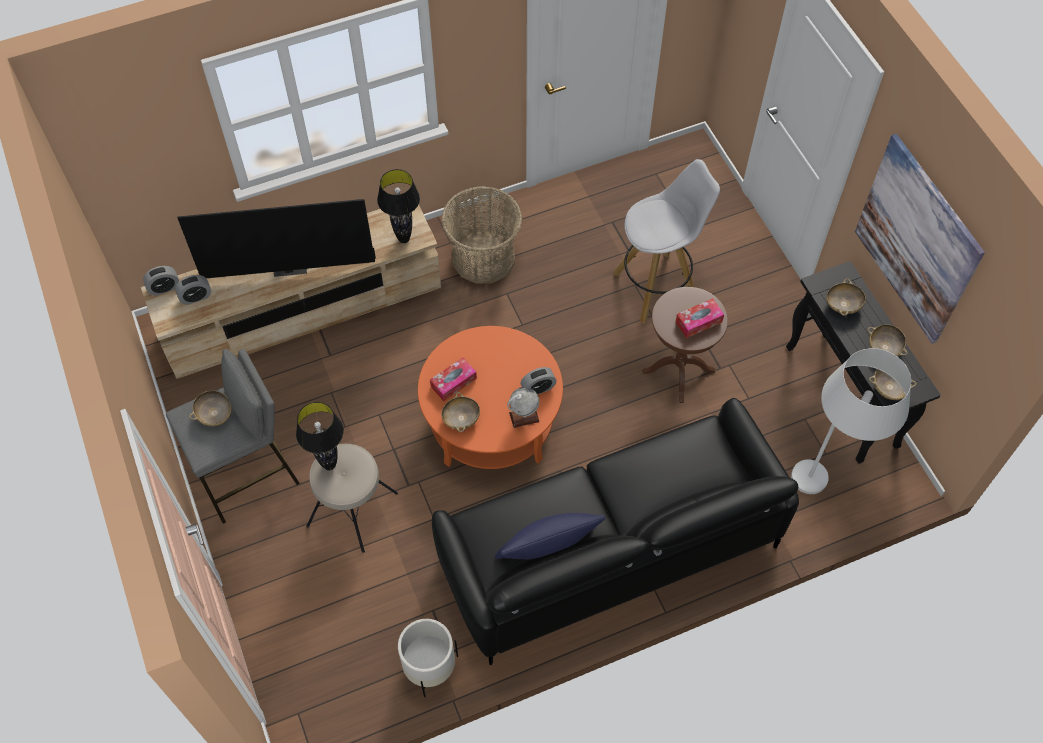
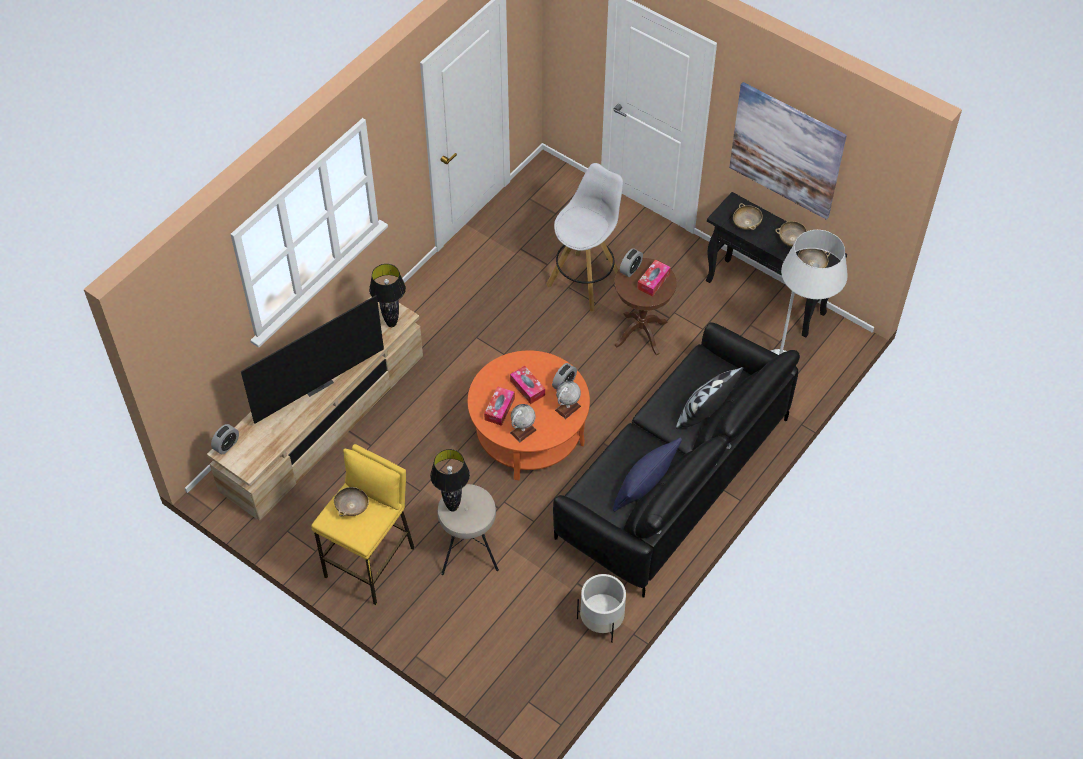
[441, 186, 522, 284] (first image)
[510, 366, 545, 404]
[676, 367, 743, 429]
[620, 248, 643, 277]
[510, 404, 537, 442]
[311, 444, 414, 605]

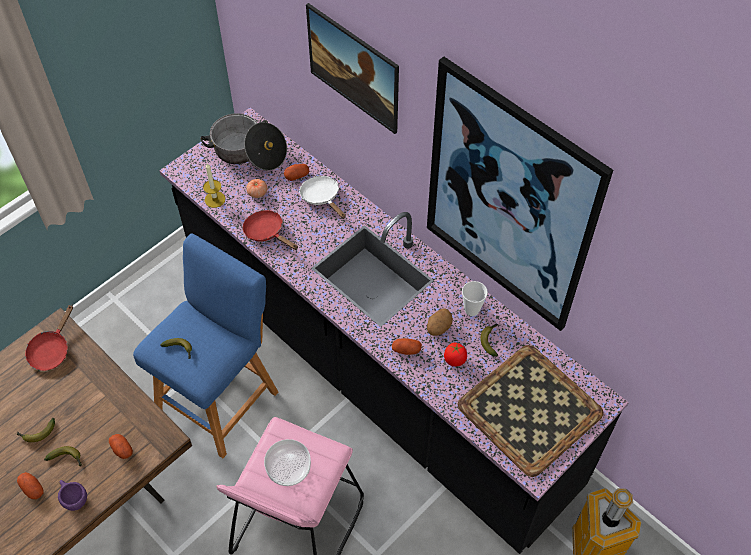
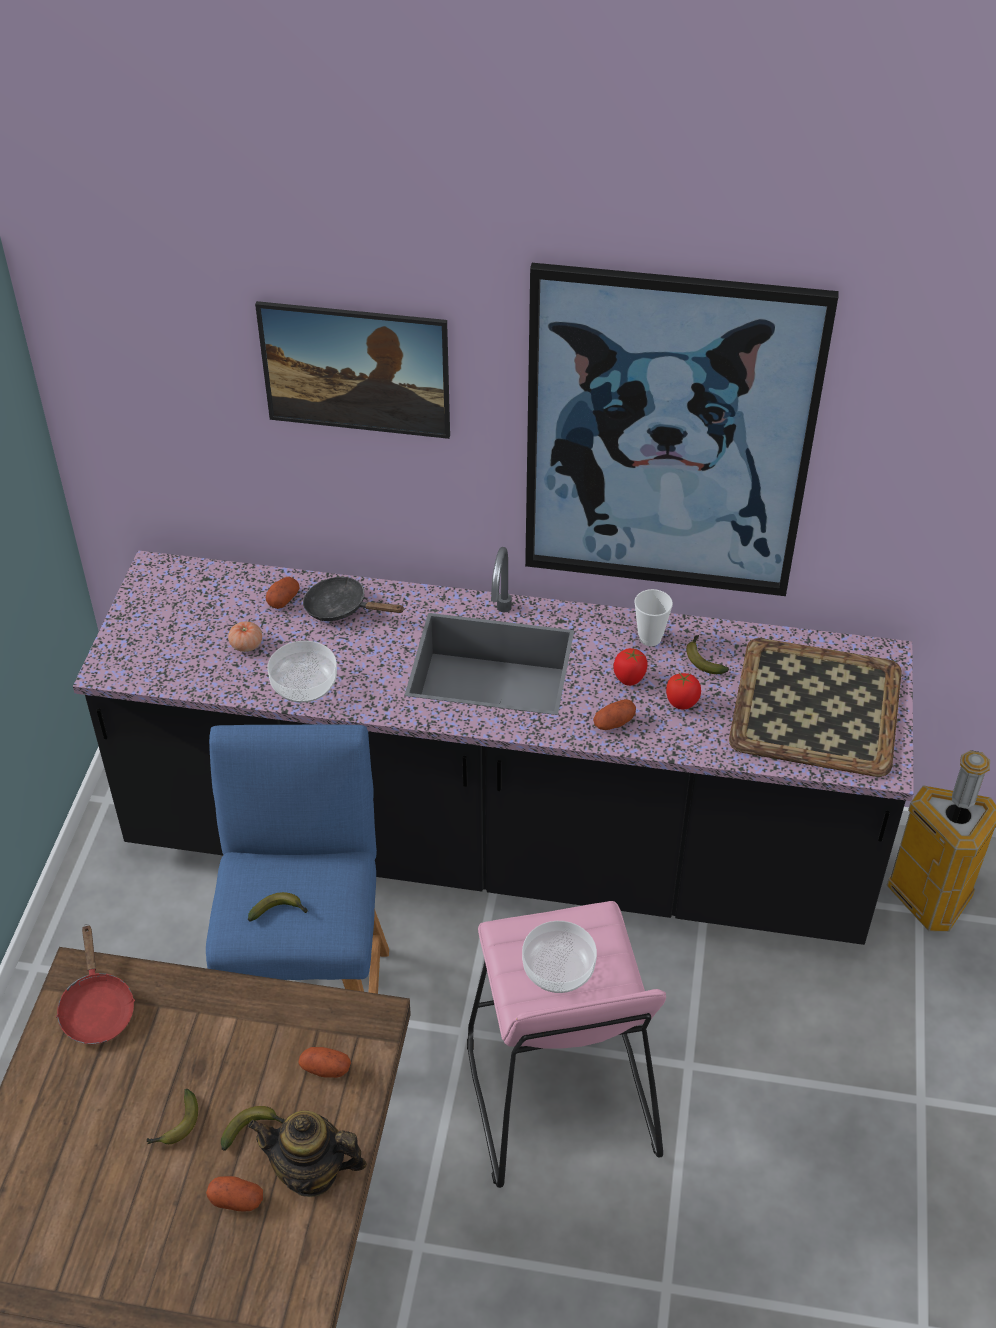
[200, 113, 287, 170] (first image)
[203, 163, 226, 208] (first image)
[248, 1111, 367, 1197]
[267, 641, 337, 703]
[613, 648, 648, 686]
[303, 576, 405, 621]

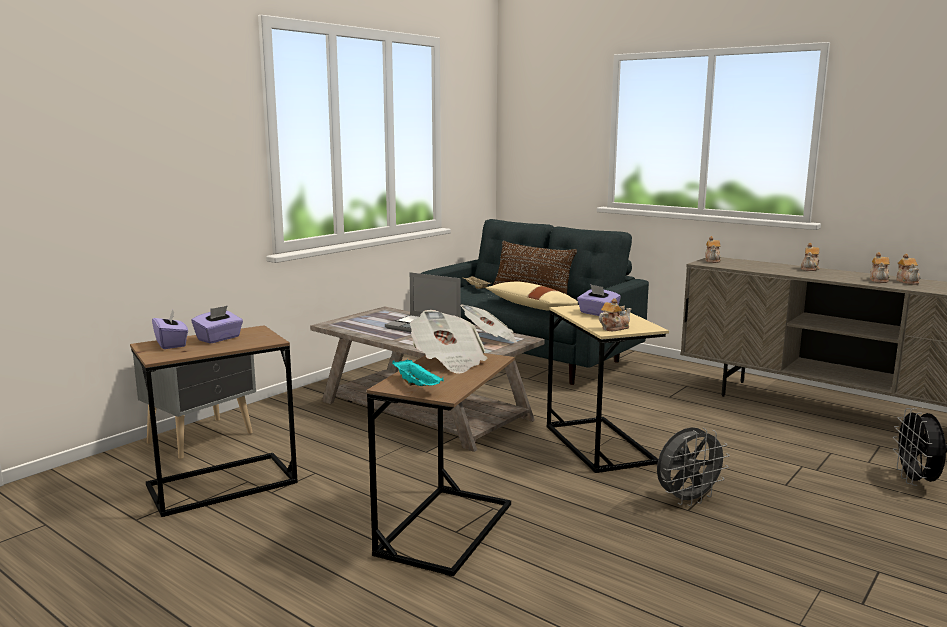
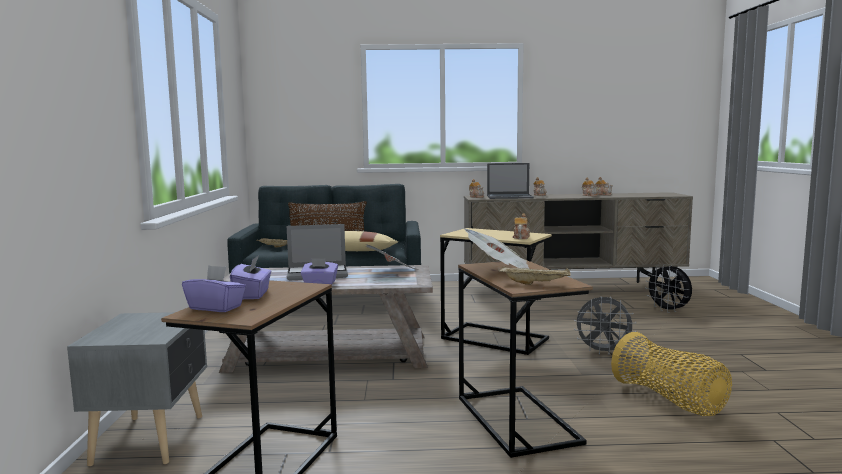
[487, 163, 534, 199]
[611, 332, 732, 416]
[301, 258, 338, 284]
[499, 266, 571, 285]
[574, 297, 637, 355]

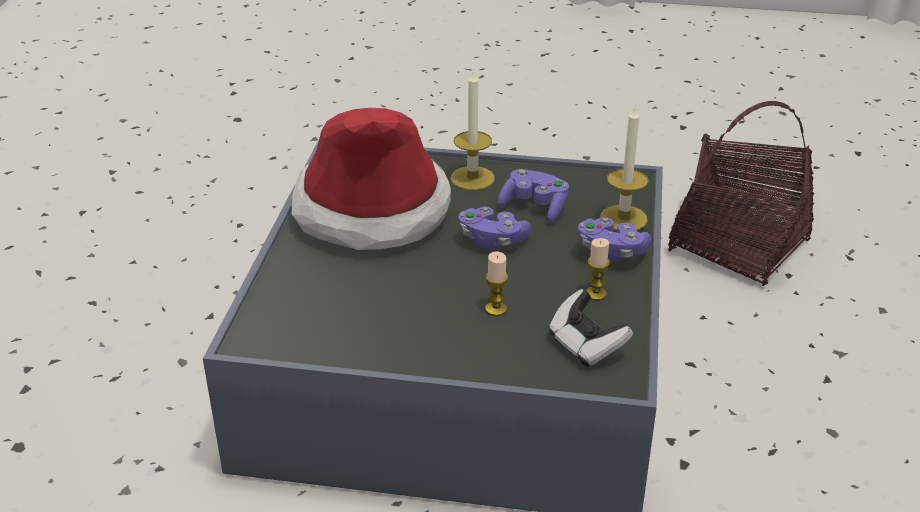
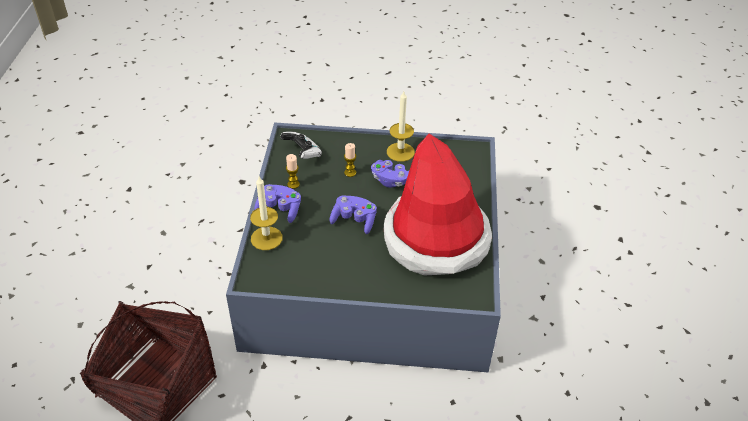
[387, 91, 415, 162]
[371, 160, 409, 188]

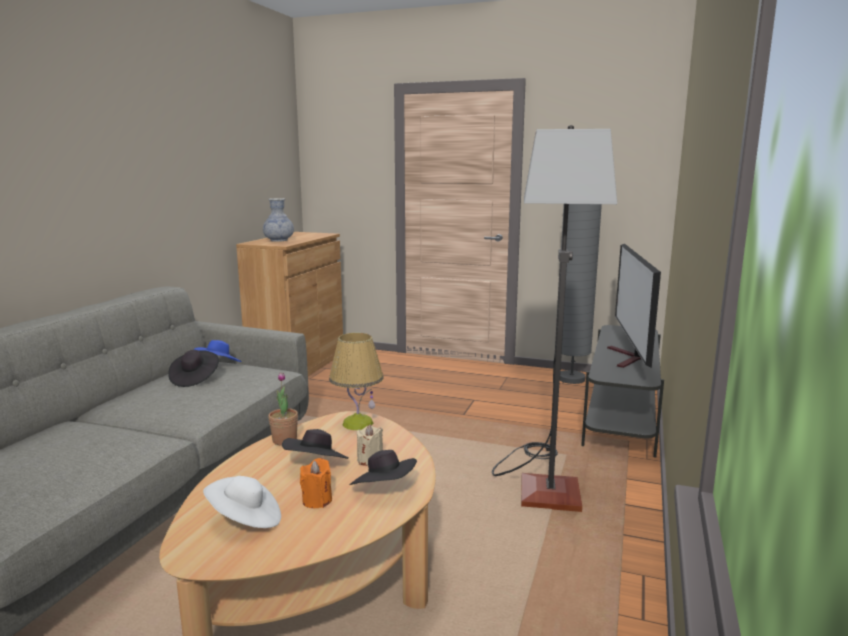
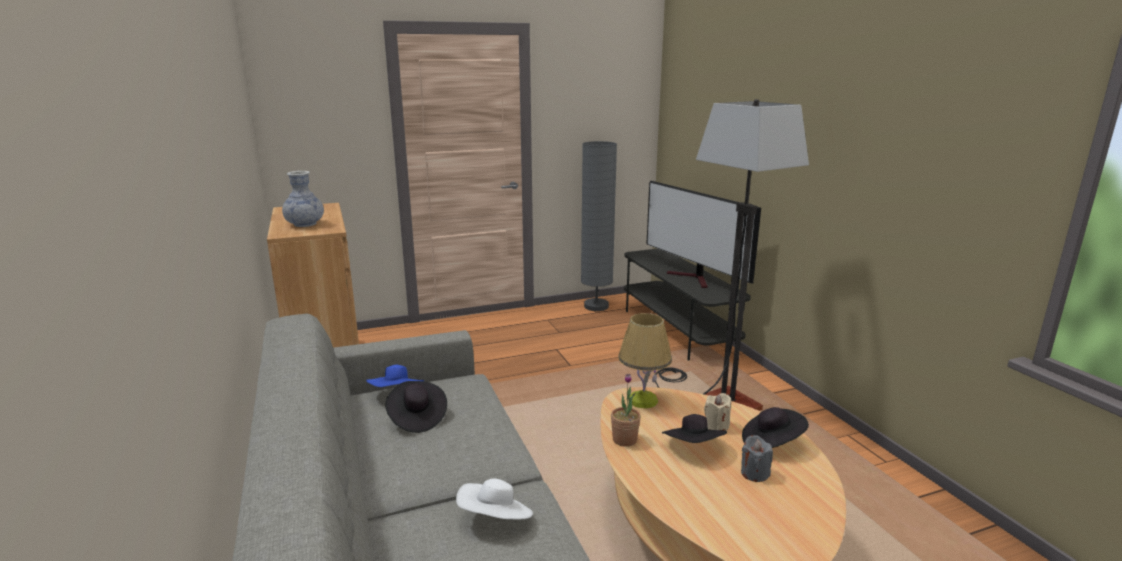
[456, 478, 533, 520]
[741, 435, 773, 482]

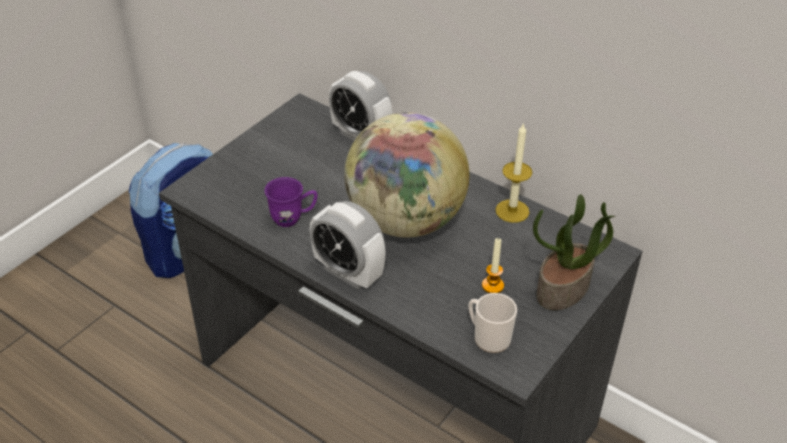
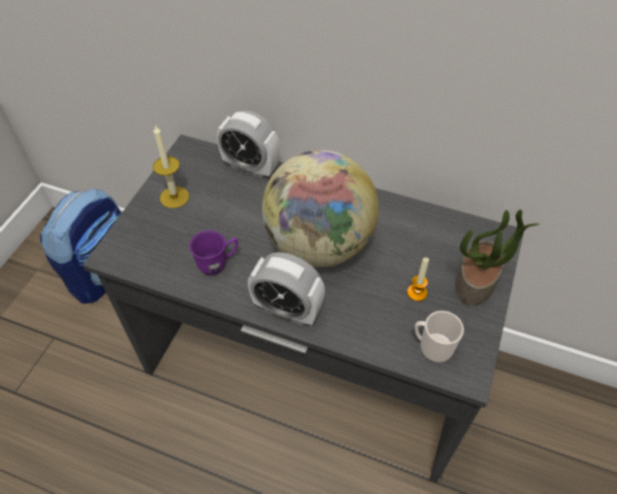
[153, 125, 189, 208]

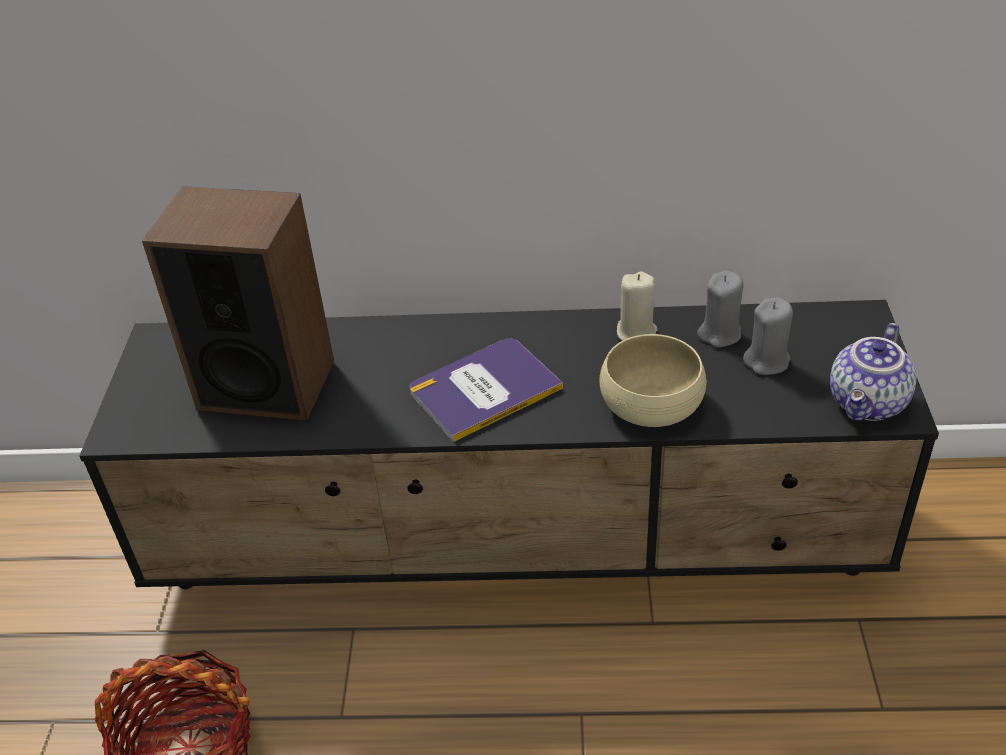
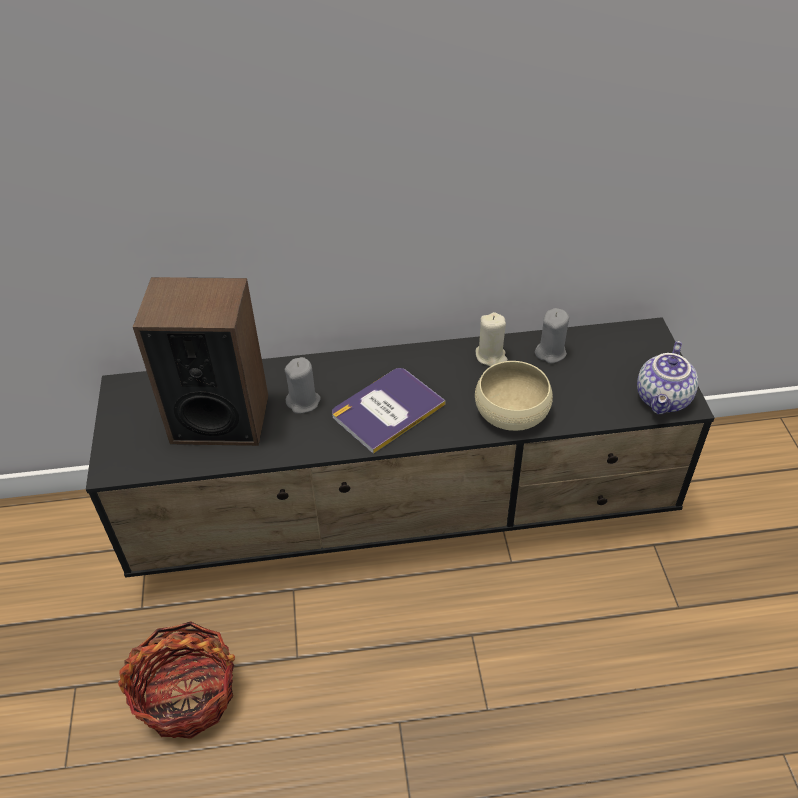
[285, 357, 321, 414]

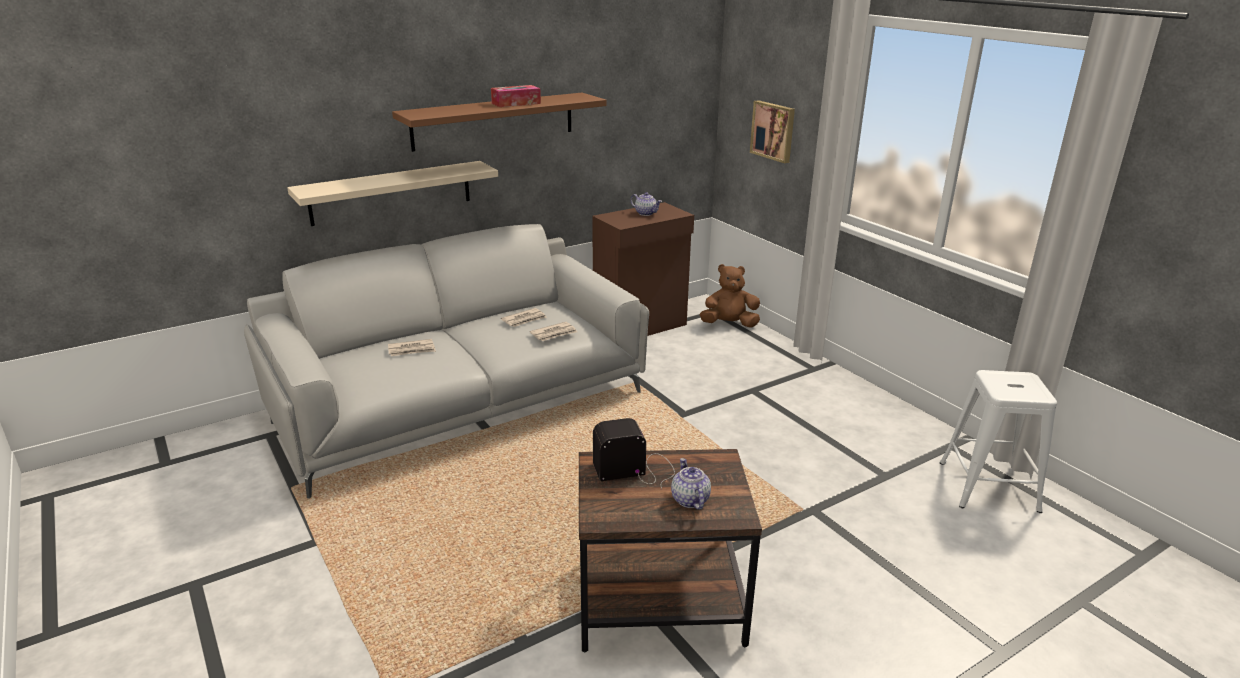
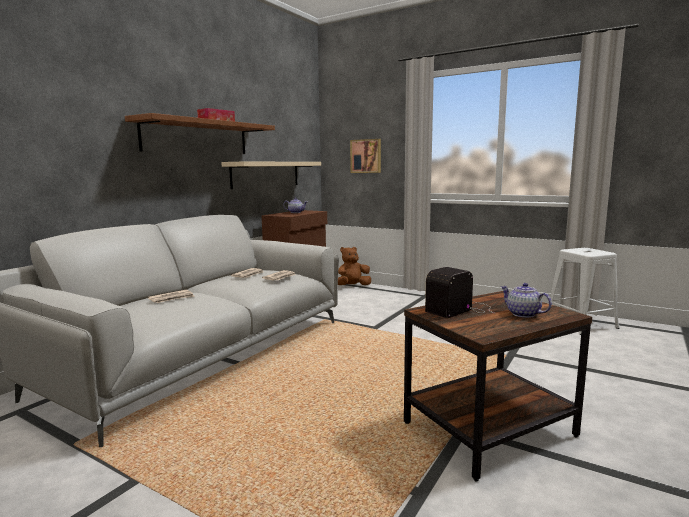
[221, 162, 321, 189]

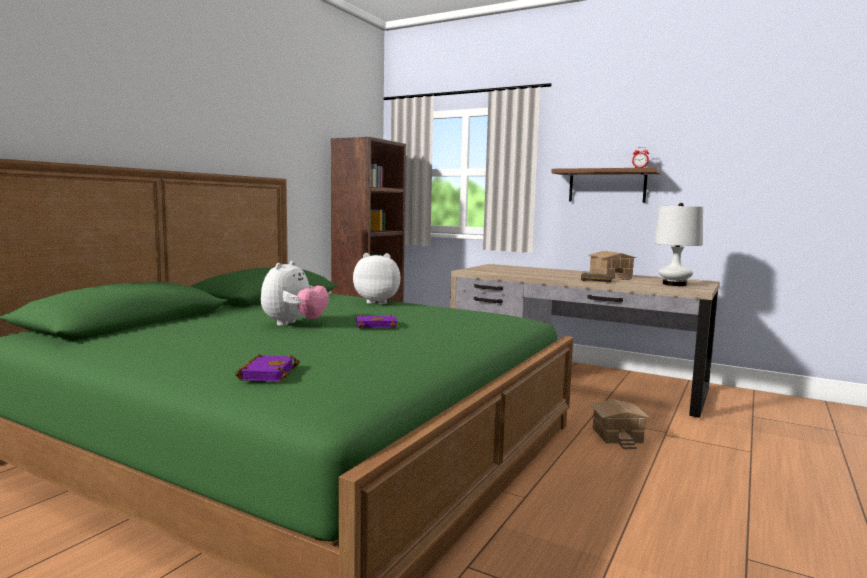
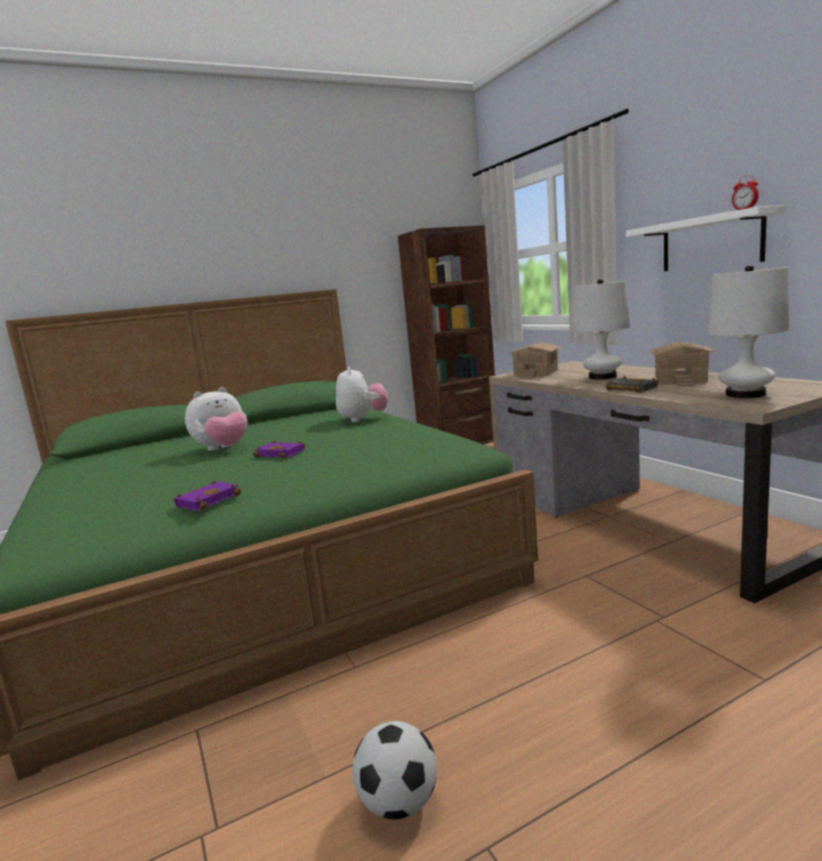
[352, 721, 437, 819]
[574, 279, 630, 379]
[174, 480, 241, 511]
[510, 342, 561, 379]
[626, 205, 786, 271]
[336, 366, 388, 422]

